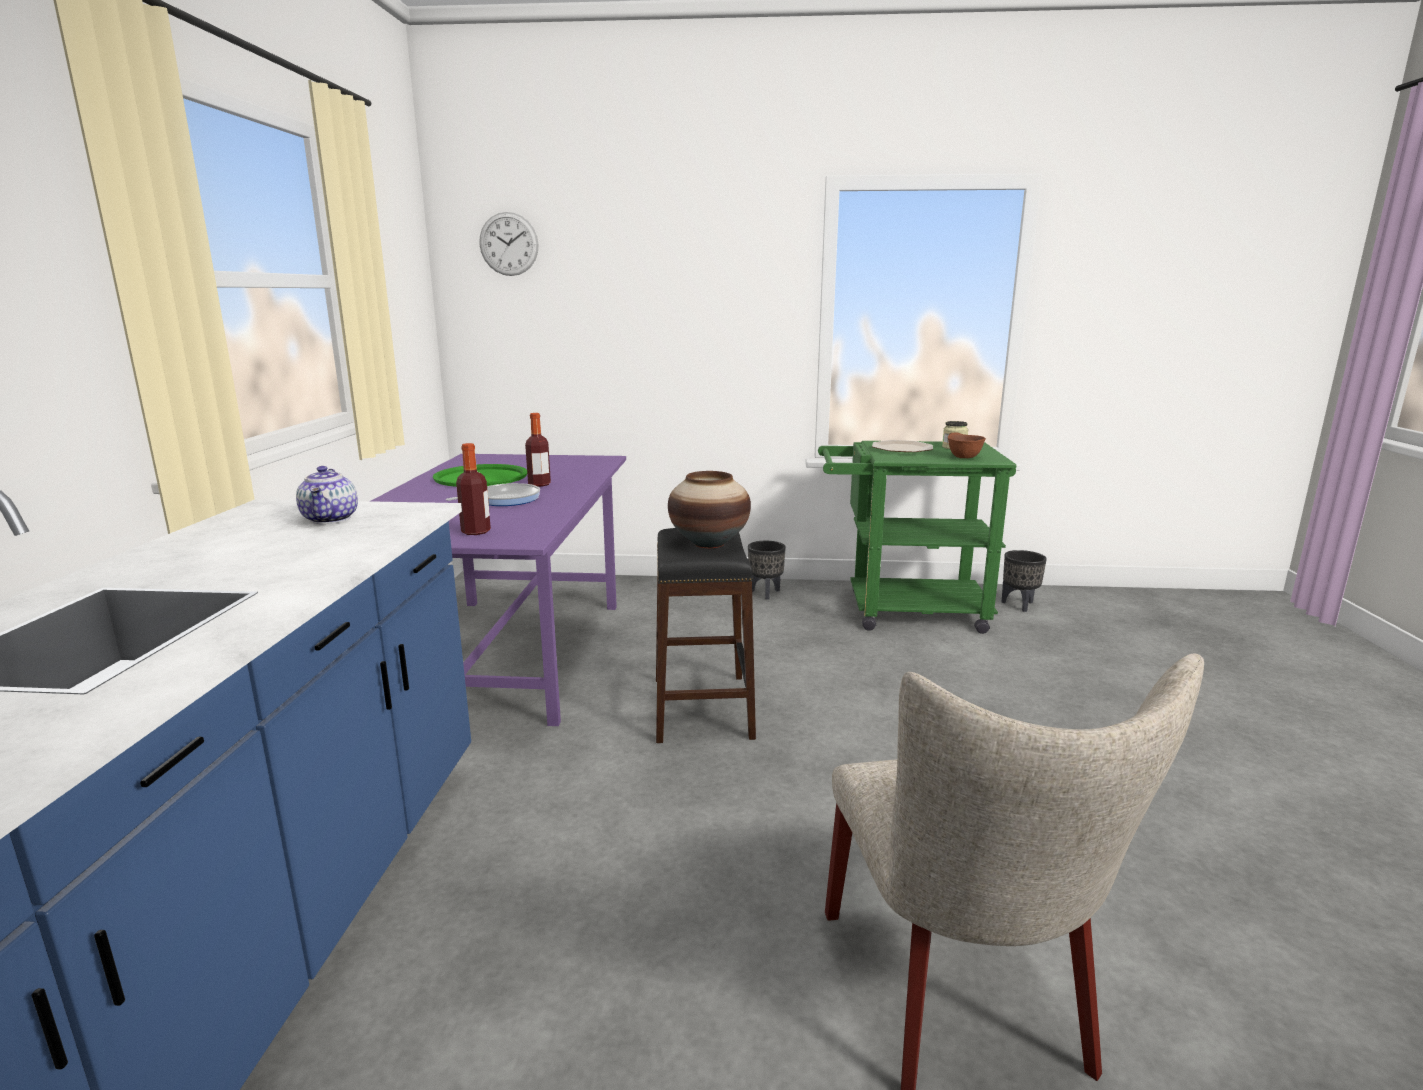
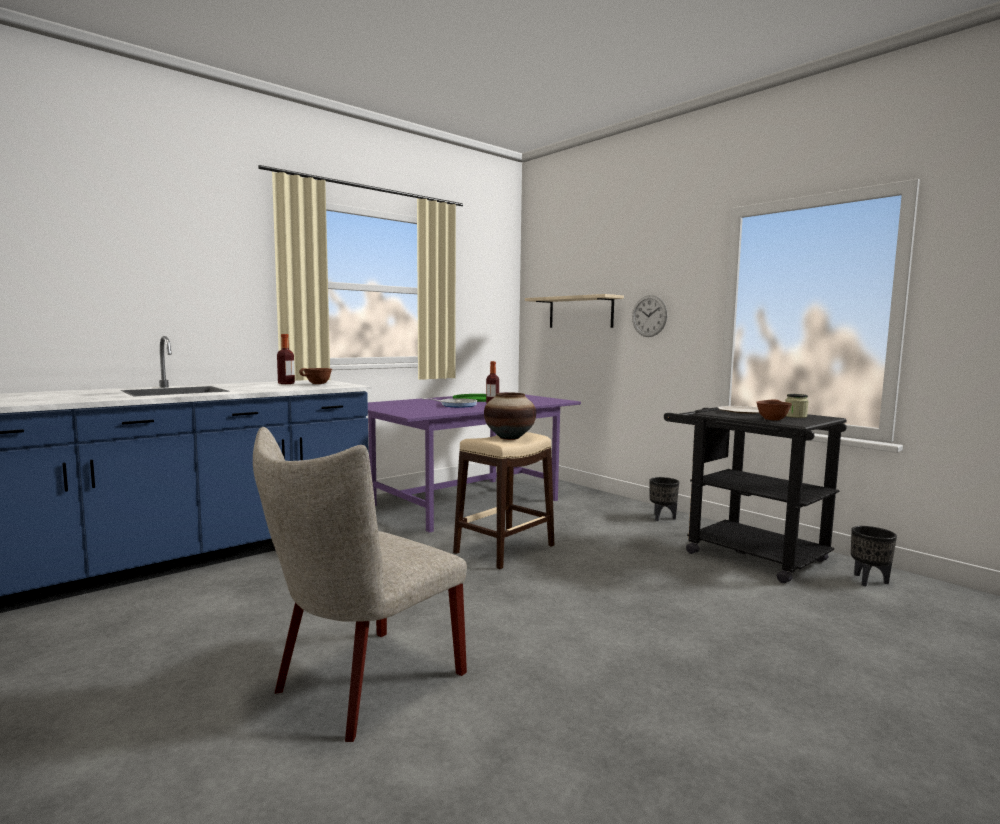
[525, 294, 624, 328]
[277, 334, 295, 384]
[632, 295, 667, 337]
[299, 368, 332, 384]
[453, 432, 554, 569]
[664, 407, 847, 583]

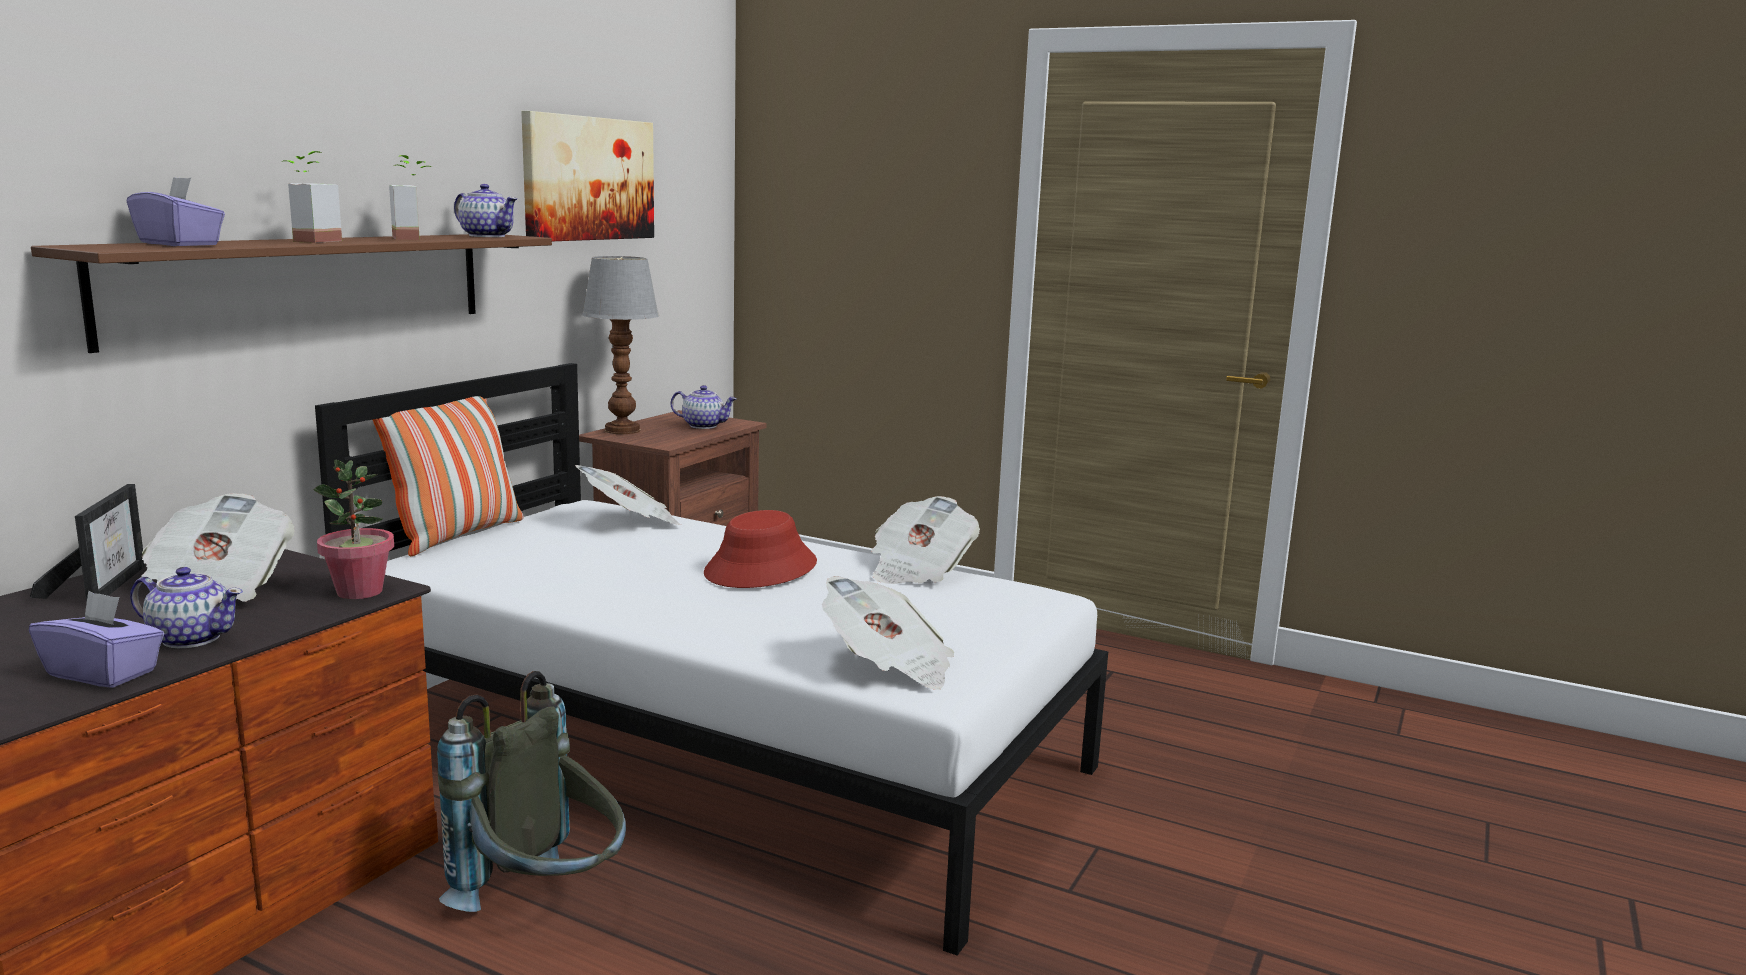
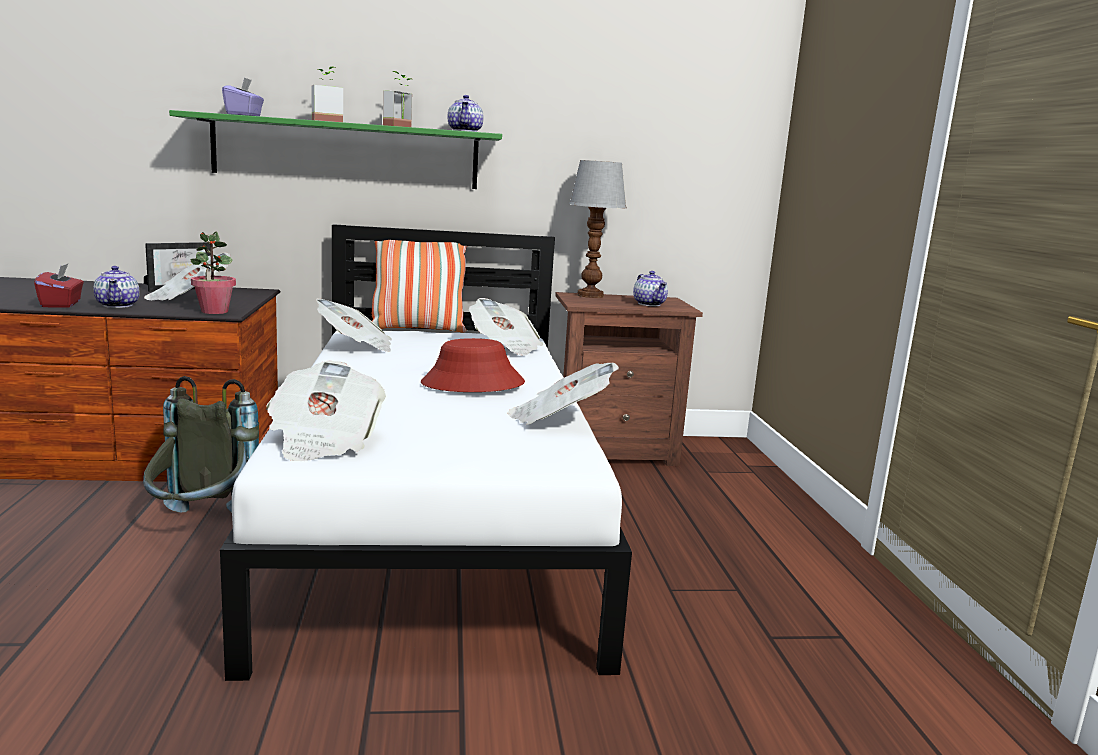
[521, 111, 654, 241] (first image)
[316, 298, 391, 352]
[34, 263, 84, 308]
[169, 110, 502, 189]

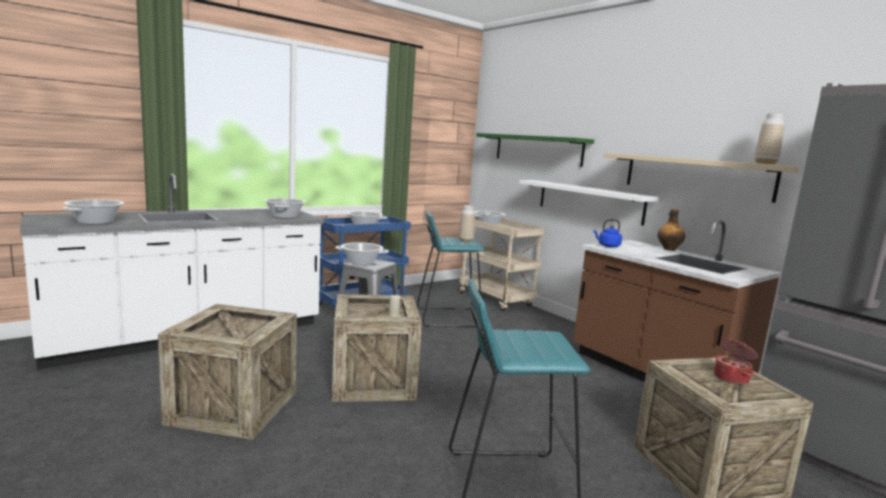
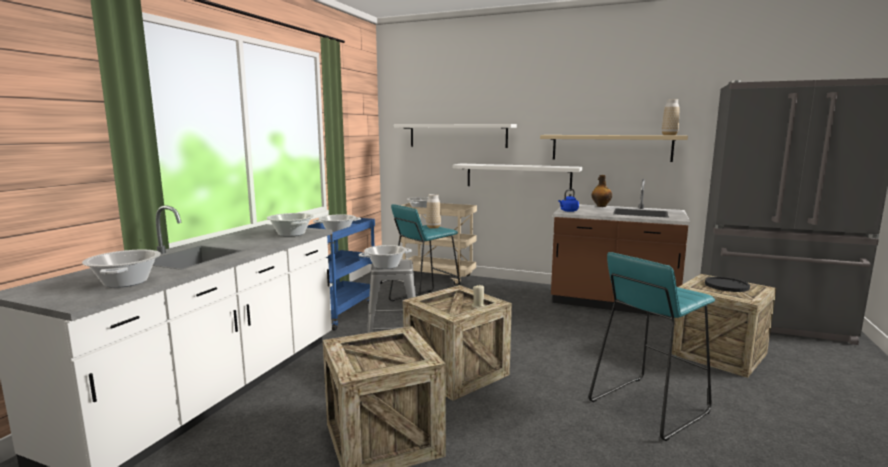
[705, 277, 750, 292]
[394, 124, 517, 148]

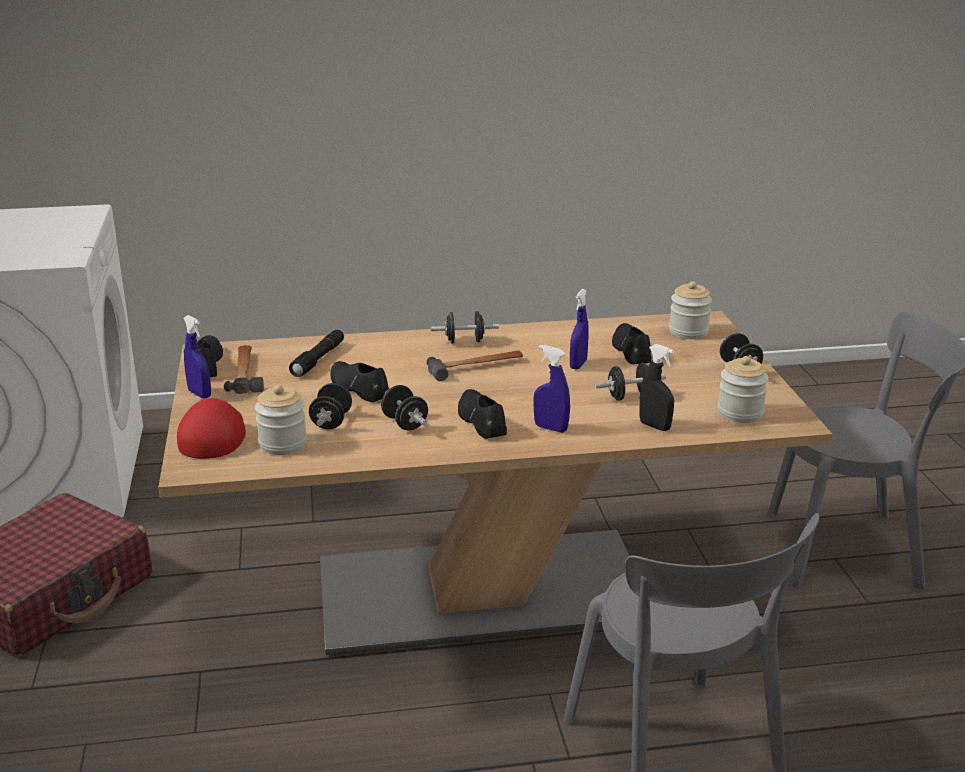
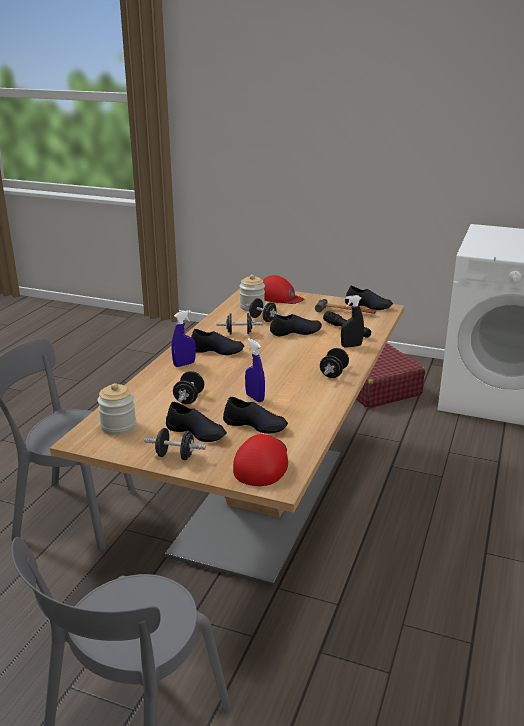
[183, 315, 211, 399] (first image)
[427, 350, 523, 381] (first image)
[166, 402, 227, 442]
[341, 295, 364, 347]
[233, 434, 288, 486]

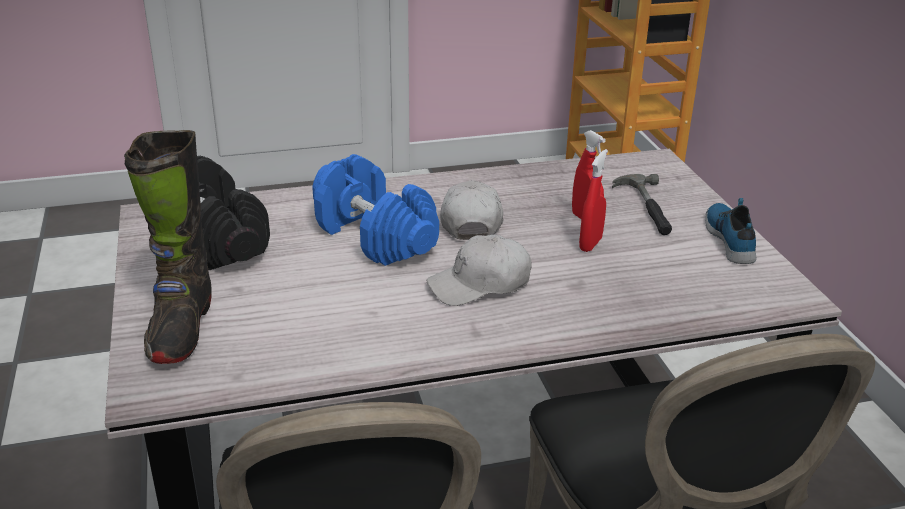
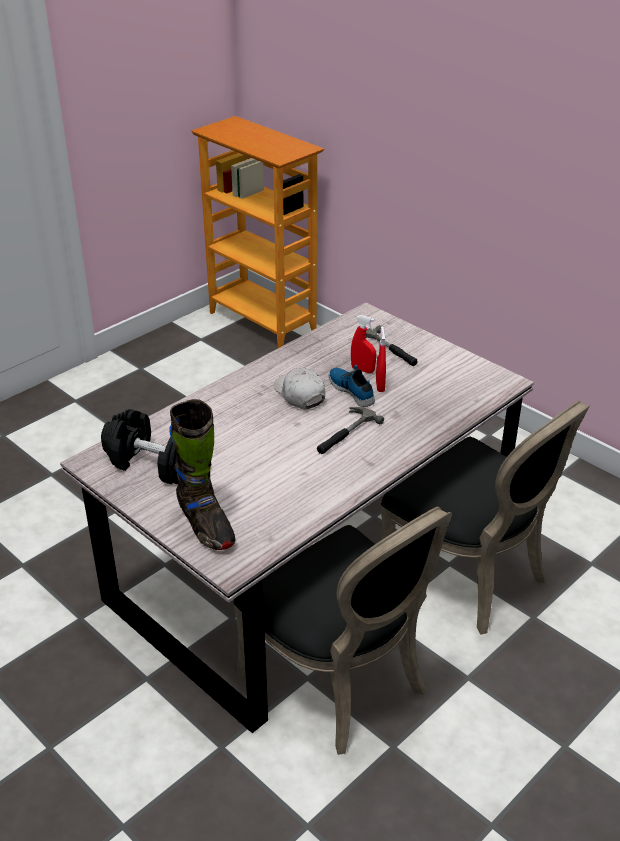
[312, 154, 439, 266] (first image)
[329, 365, 375, 407]
[317, 407, 384, 454]

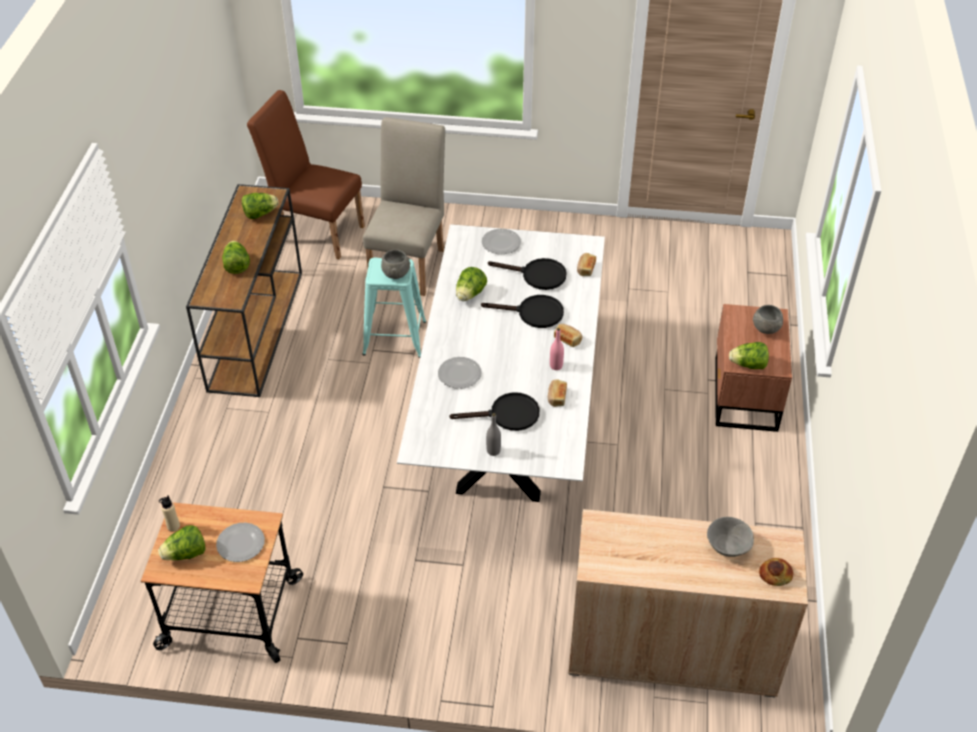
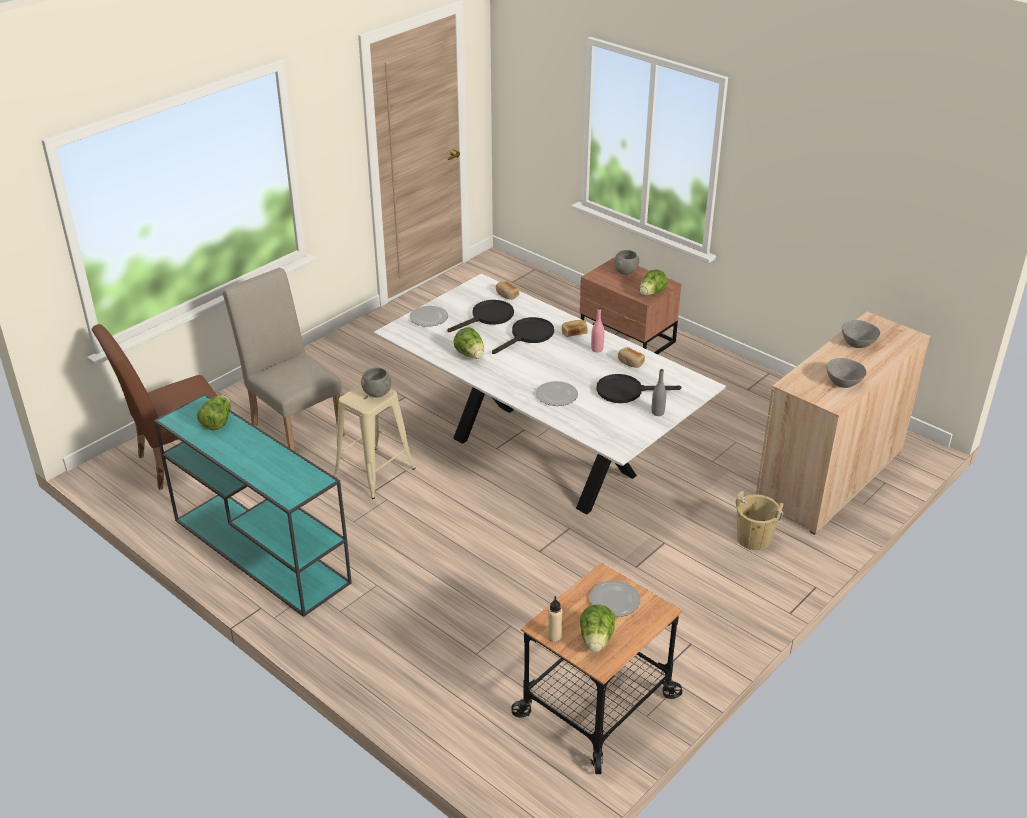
[222, 241, 250, 274] (first image)
[759, 558, 793, 586] (first image)
[736, 491, 783, 550]
[826, 358, 866, 388]
[154, 394, 352, 617]
[334, 384, 415, 499]
[596, 374, 681, 403]

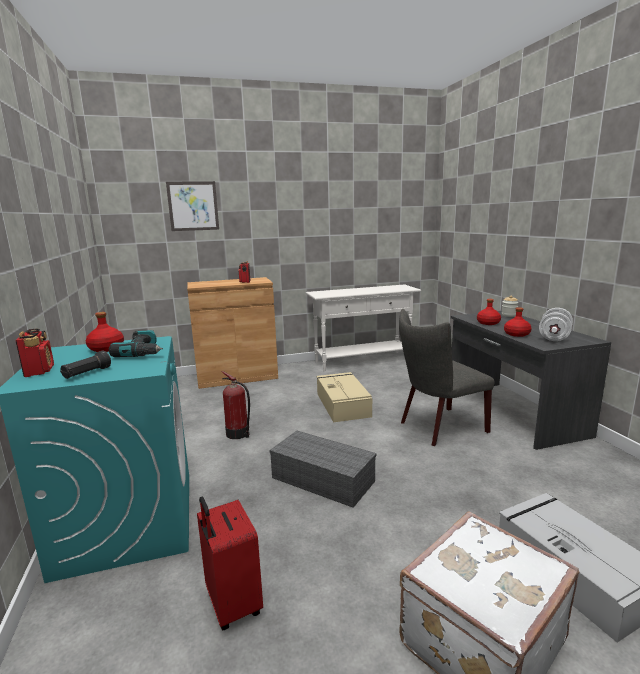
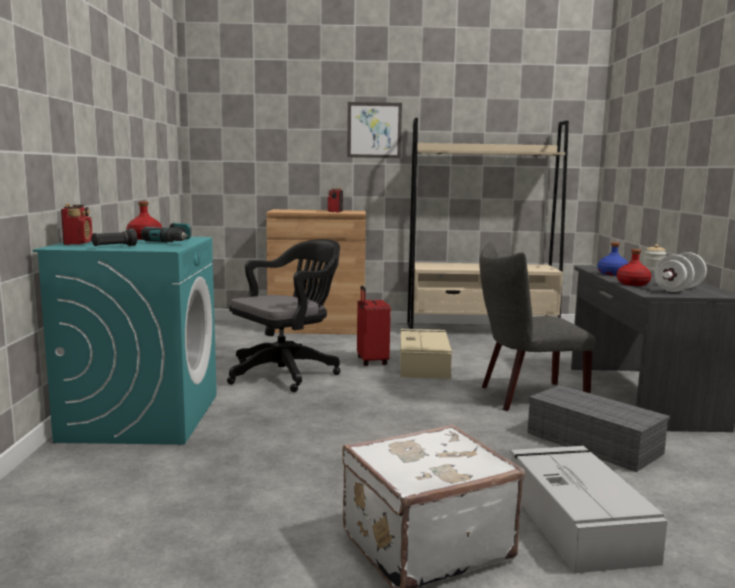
[347, 102, 402, 158]
[357, 286, 391, 366]
[527, 385, 670, 472]
[227, 239, 340, 392]
[407, 118, 569, 329]
[598, 242, 628, 276]

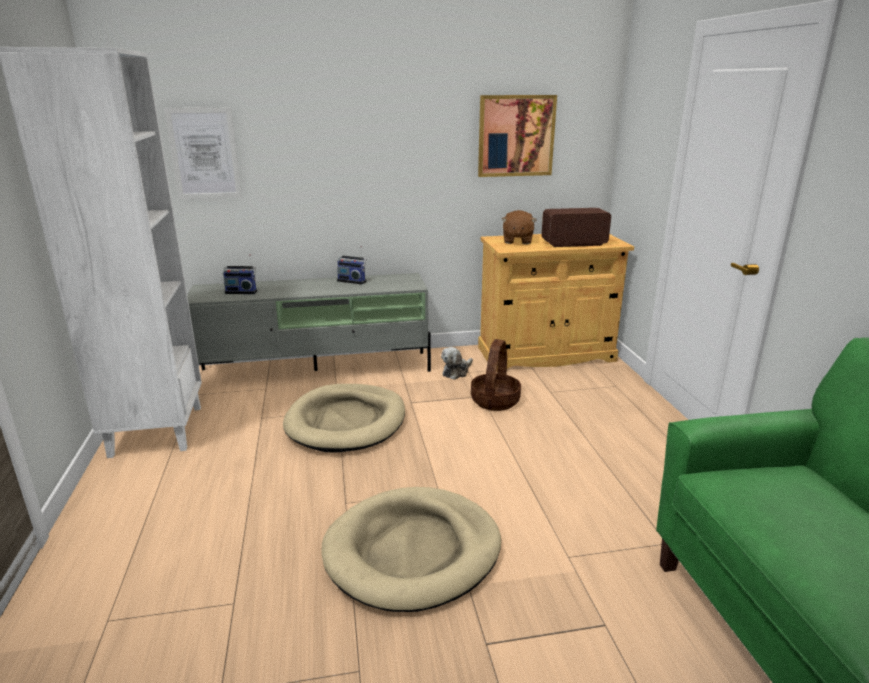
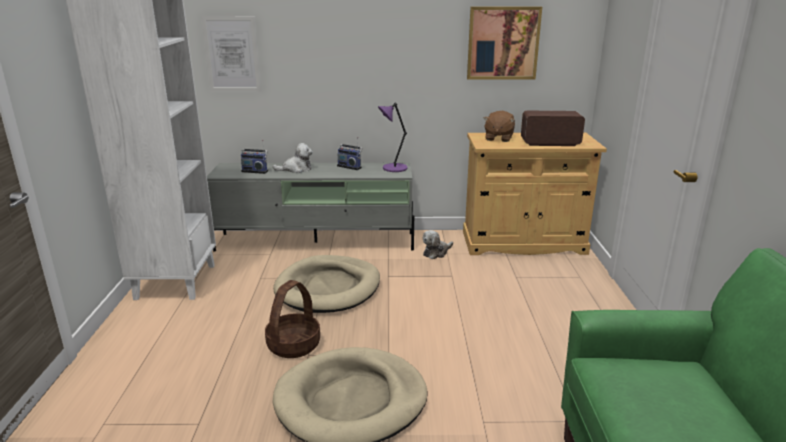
[273, 143, 313, 173]
[378, 103, 408, 172]
[265, 280, 320, 358]

